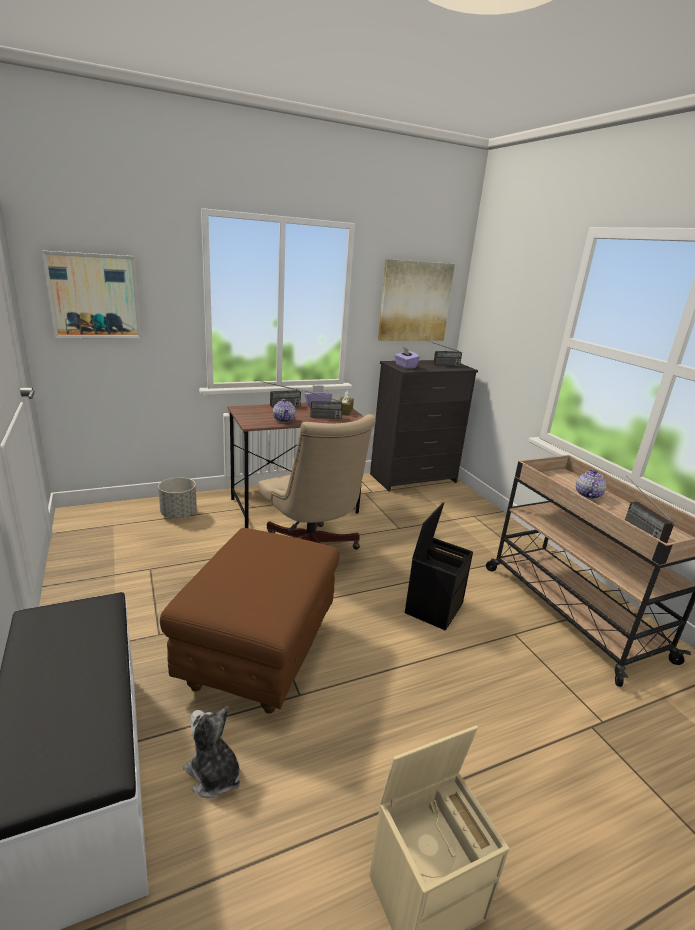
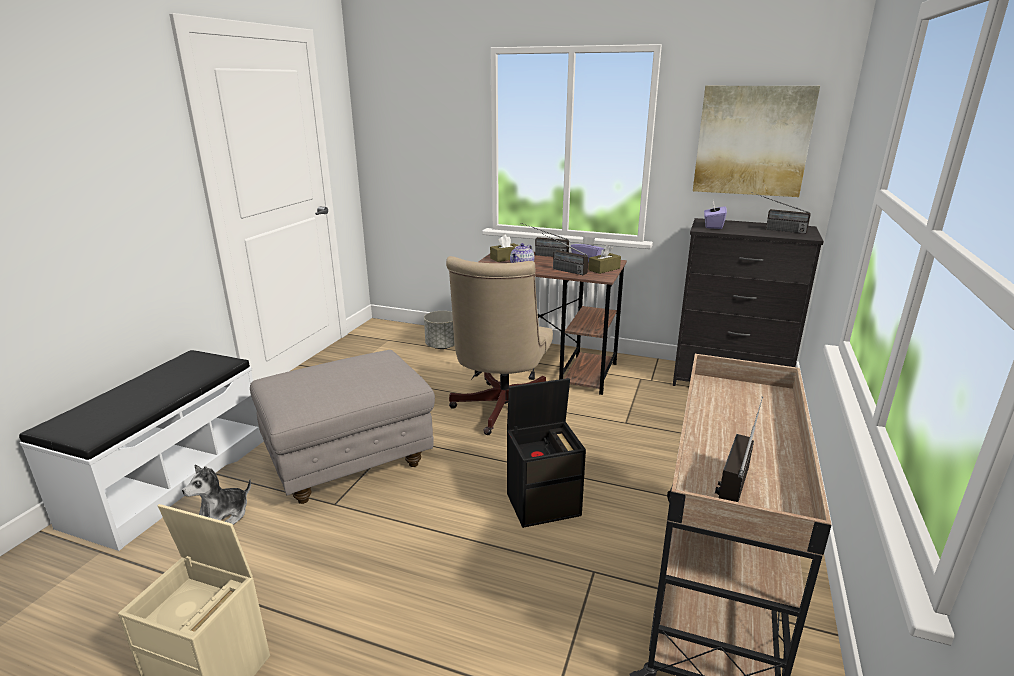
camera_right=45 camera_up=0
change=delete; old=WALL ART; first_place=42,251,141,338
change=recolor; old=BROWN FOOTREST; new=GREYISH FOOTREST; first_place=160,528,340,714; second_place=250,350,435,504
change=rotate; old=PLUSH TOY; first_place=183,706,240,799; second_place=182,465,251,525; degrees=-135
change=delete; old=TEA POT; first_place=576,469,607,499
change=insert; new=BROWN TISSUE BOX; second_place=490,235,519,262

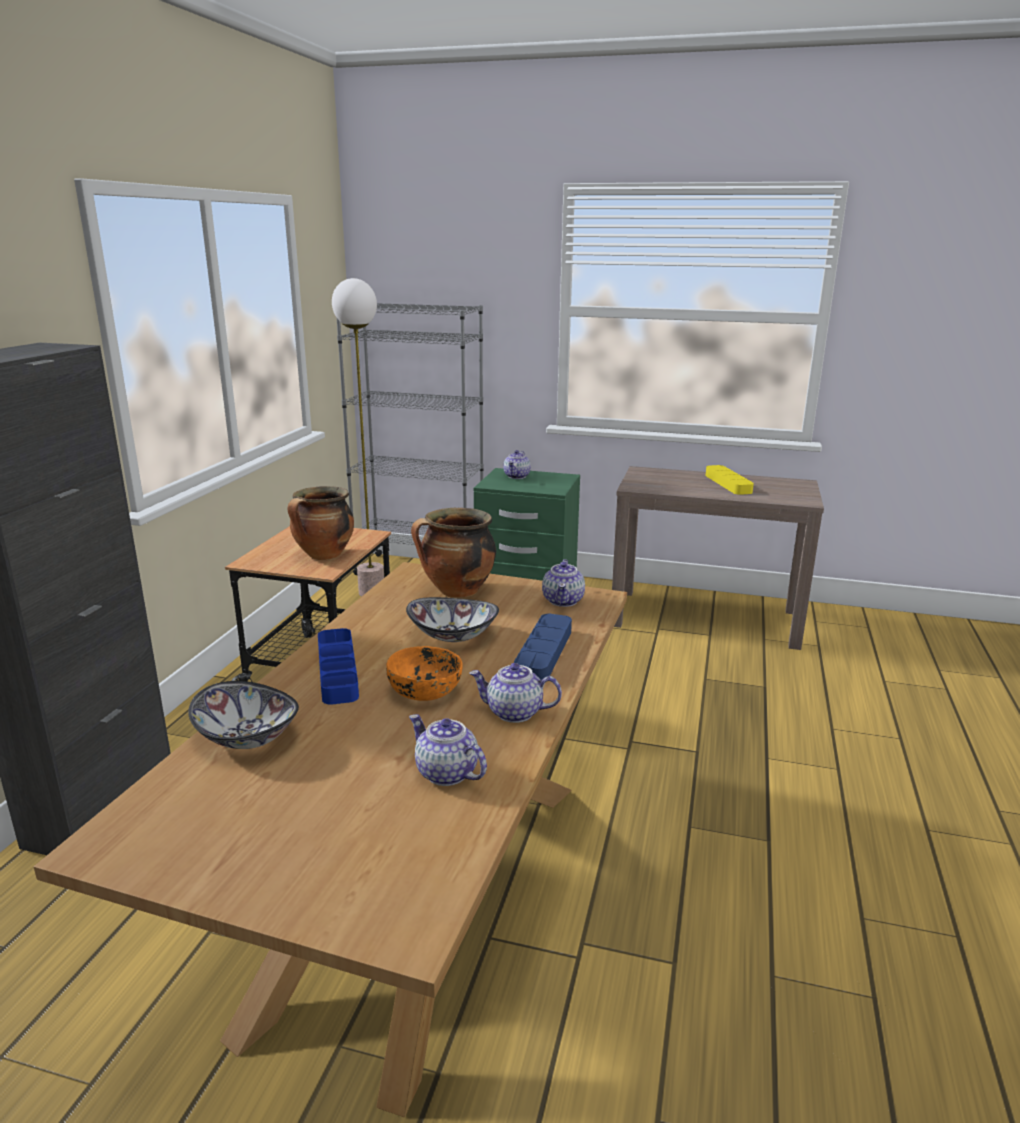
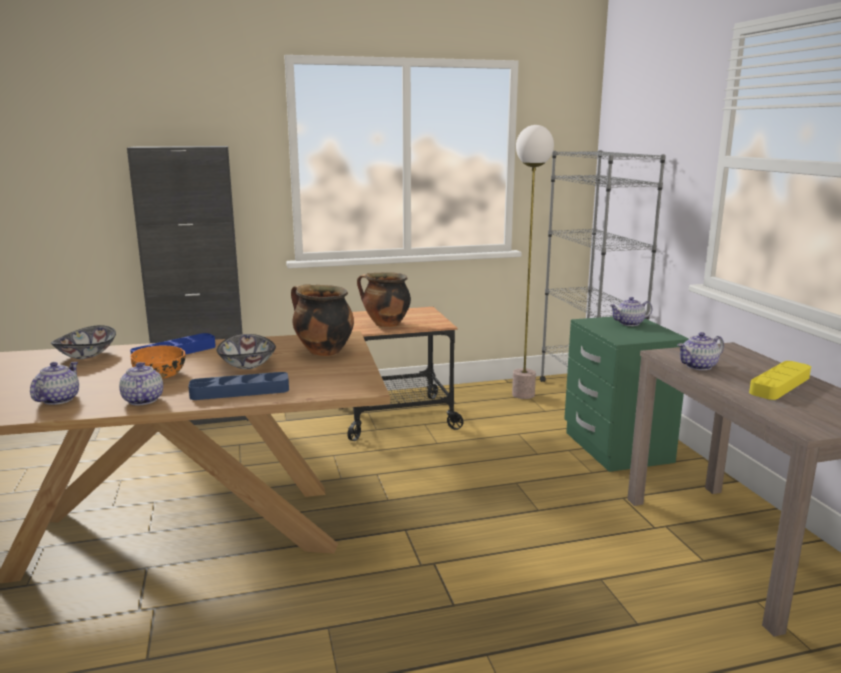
camera_right=60 camera_up=-5
change=move; old=TEA POT; first_place=542,559,585,607; second_place=677,332,724,370

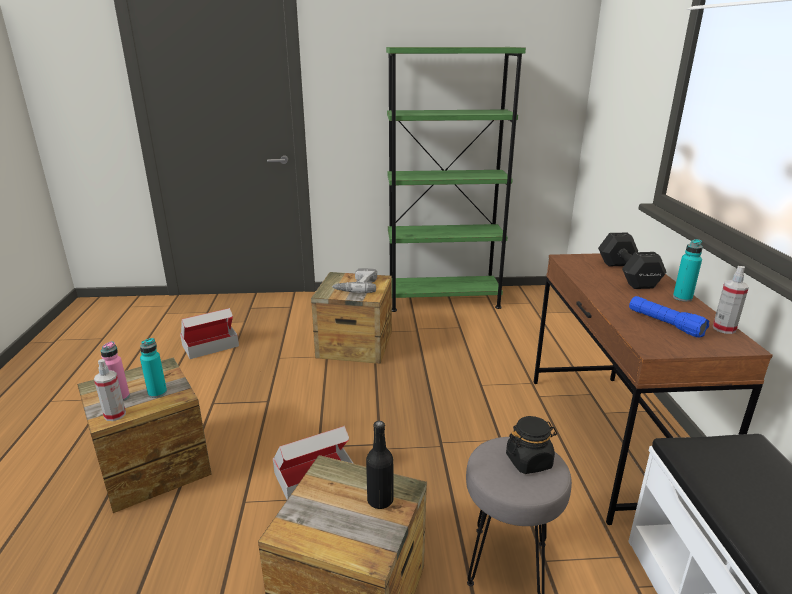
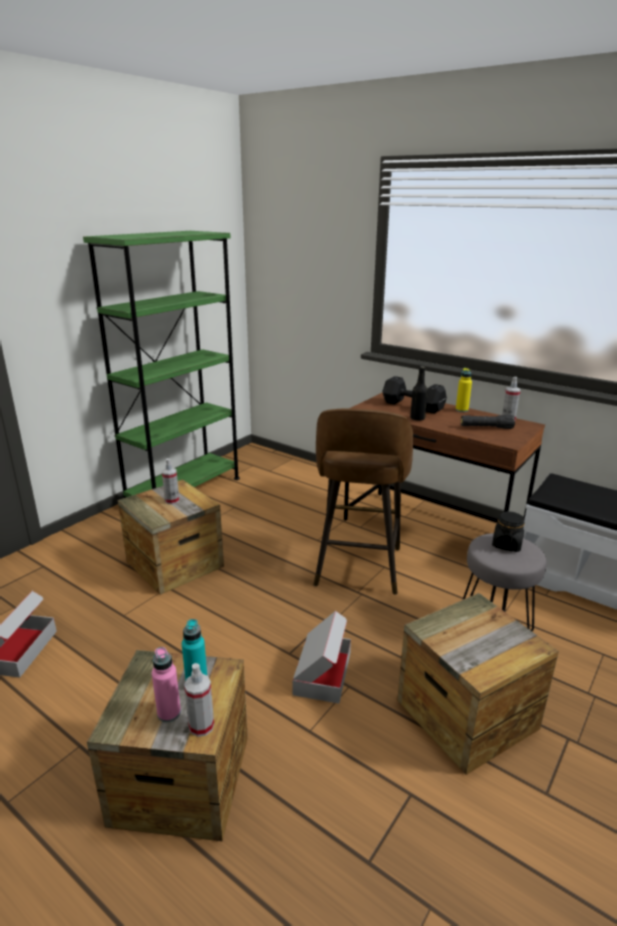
camera_right=-50 camera_up=0
change=replace; old=POWER DRILL; new=SPRAYER; first_place=332,268,377,293; second_place=162,458,179,504
change=move; old=BLACKISH BEVERAGE BOTTLE; first_place=366,421,393,509; second_place=410,366,428,421
change=recolor; old=BLUE-COLOURED FLASHLIGHT; new=BLACKISH FLASHLIGHT; first_place=629,296,709,338; second_place=461,415,515,429
change=recolor; old=TURQUOISE BEVERAGE BOTTLE; new=YELLOW BEVERAGE BOTTLE; first_place=673,239,703,302; second_place=456,368,472,412
change=insert; new=BROWN STOOL SEAT; second_place=313,408,413,595

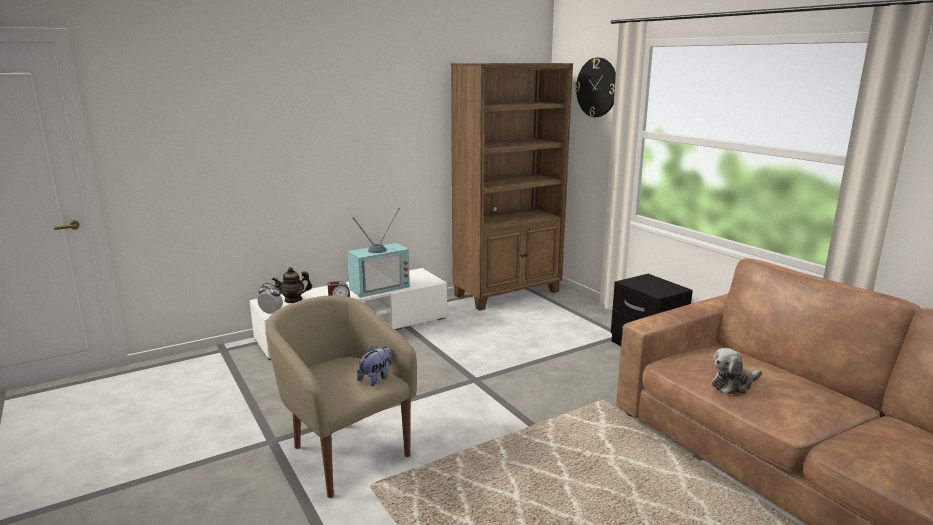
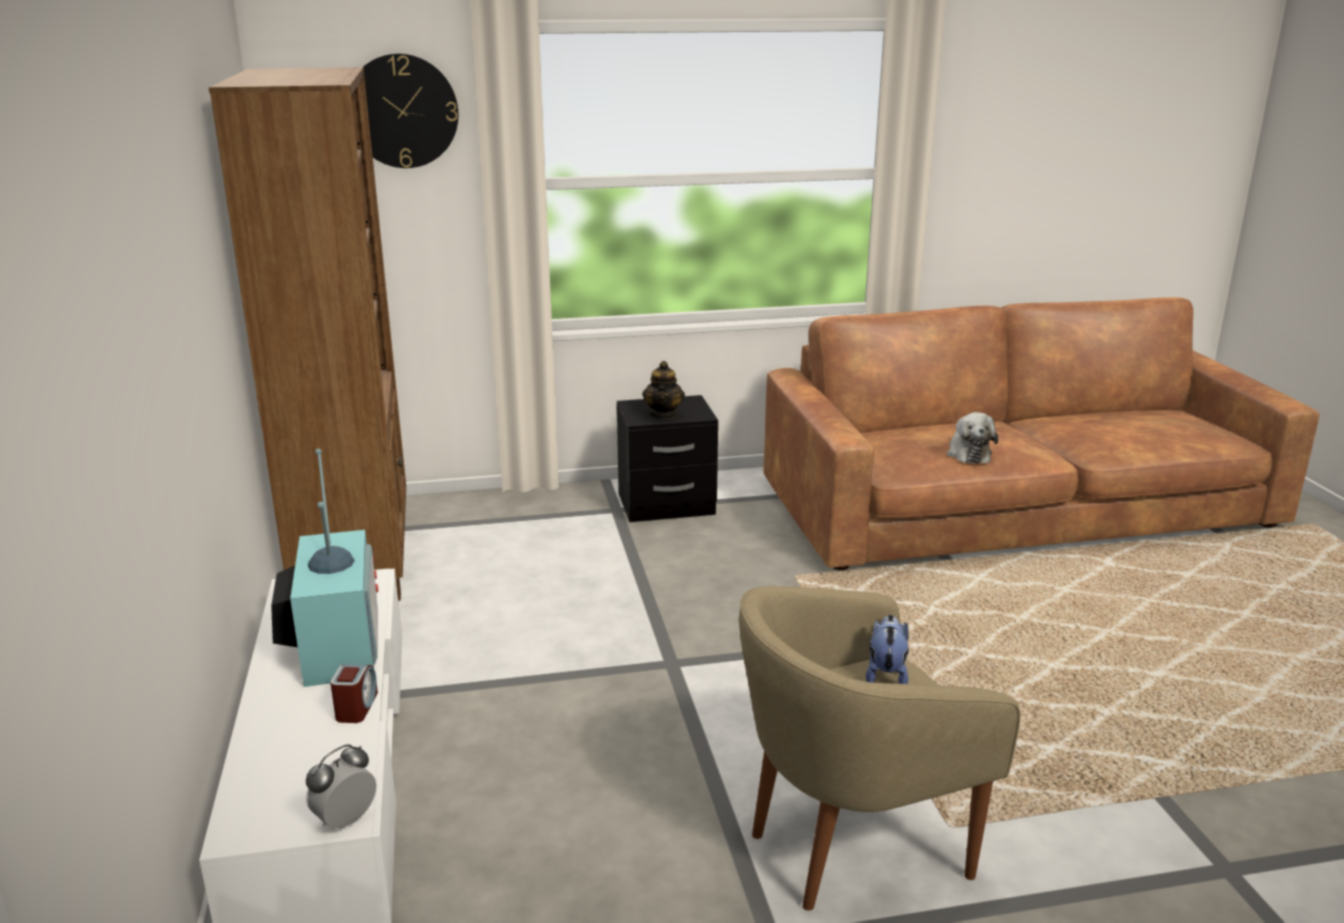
camera_right=-70 camera_up=5
change=move; old=TEA POT; first_place=272,267,312,303; second_place=642,361,685,419
change=rotate; old=PLUSH TOY; first_place=357,346,391,386; second_place=866,615,909,684; degrees=45

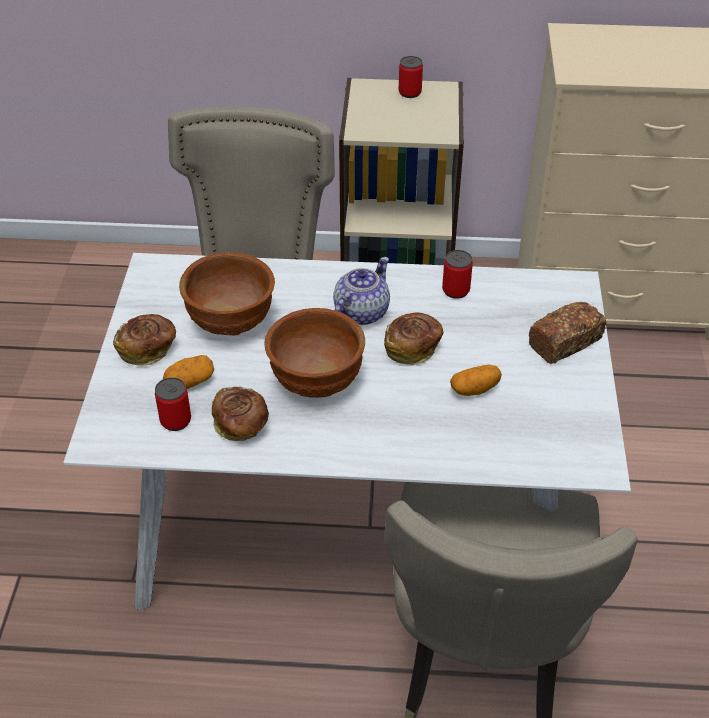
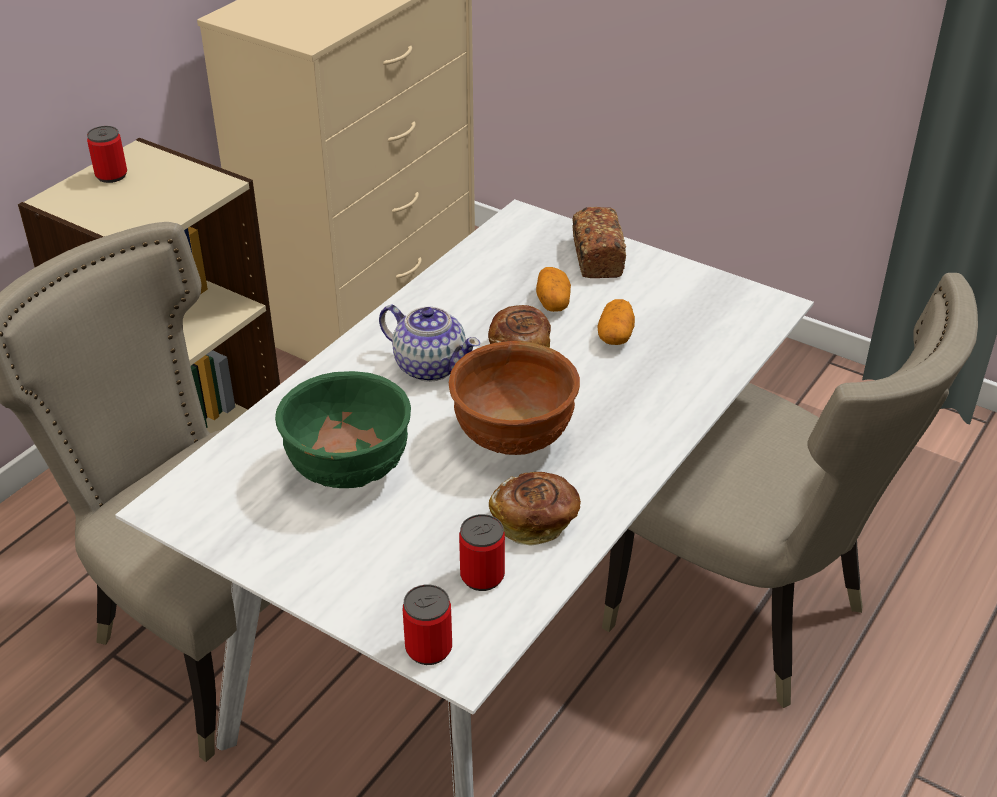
camera_right=-60 camera_up=-5
change=delete; old=BAKERY BREAD; first_place=113,314,176,366
change=move; old=SPUD; first_place=163,355,214,389; second_place=536,267,571,312
change=recolor; old=BROWN BOWL; new=GREEN-COLOURED BOWL; first_place=179,252,275,336; second_place=275,371,411,488
change=rotate; old=TEA POT; first_place=333,257,390,325; second_place=379,304,480,382; degrees=150
change=move; old=METAL CAN; first_place=442,250,473,299; second_place=403,585,452,665

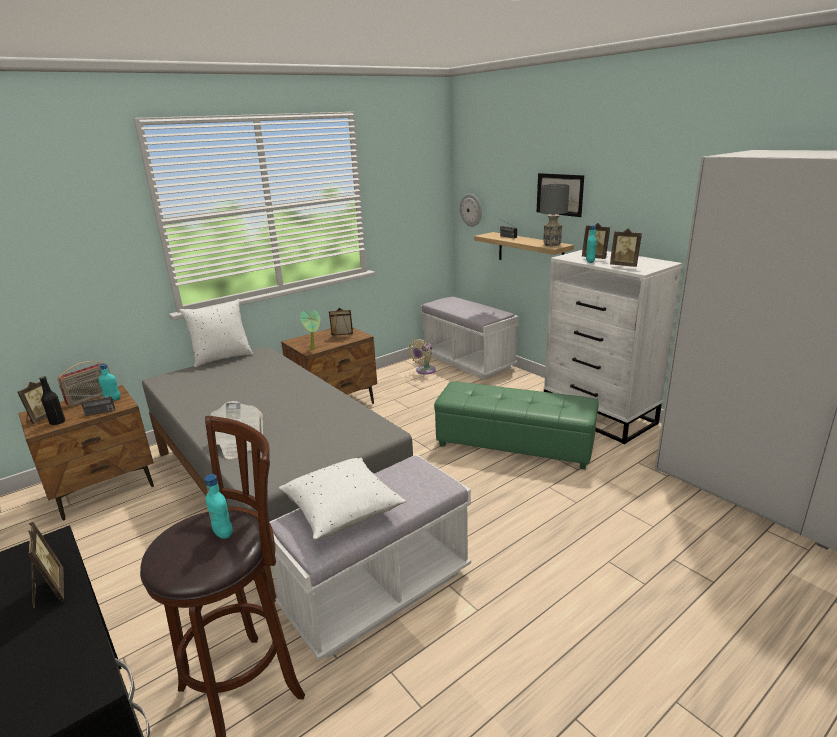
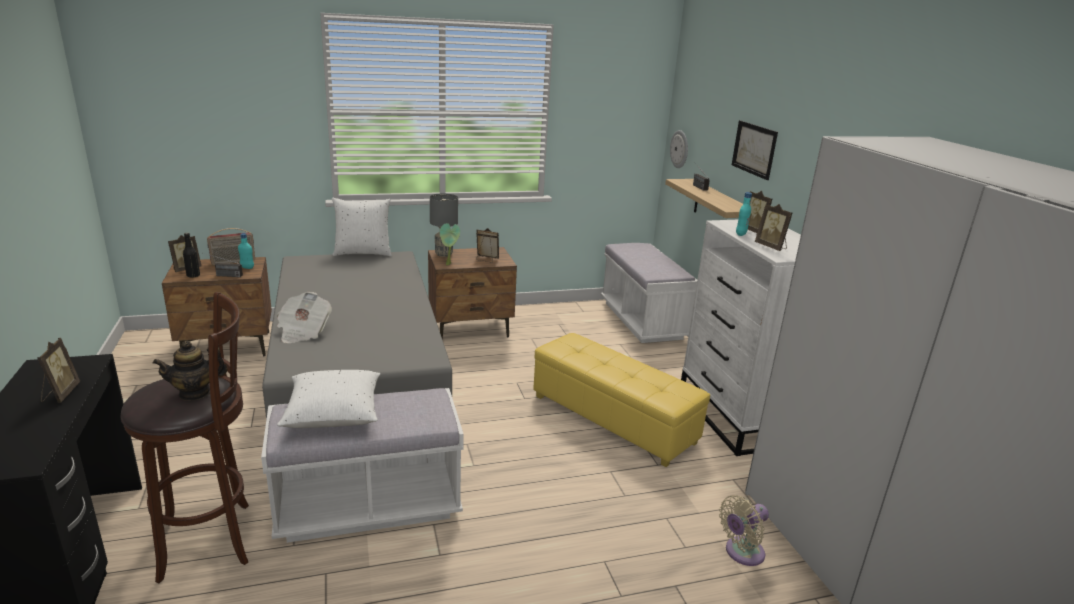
camera_right=20 camera_up=0
change=replace; old=TURQUOISE BEVERAGE BOTTLE; new=TEA POT; first_place=205,474,233,539; second_place=153,341,228,401
change=move; old=BEIGE-COLOURED ELECTRIC FAN; first_place=408,339,436,374; second_place=719,495,769,566
change=recolor; old=GREEN-COLOURED FOOTREST; new=YELLOW FOOTREST; first_place=434,381,599,469; second_place=533,333,710,467
change=move; old=GREYISH TABLETOP LAMP; first_place=540,184,569,246; second_place=430,193,458,257

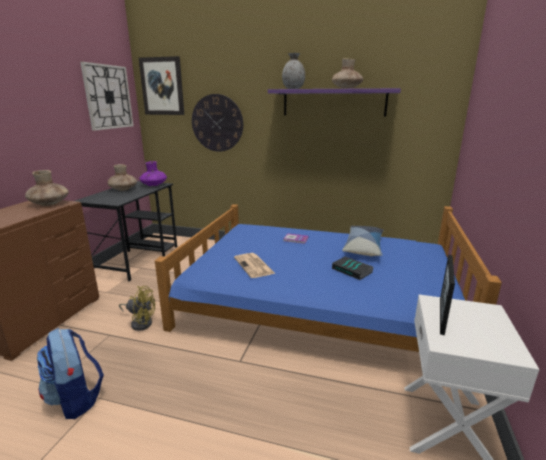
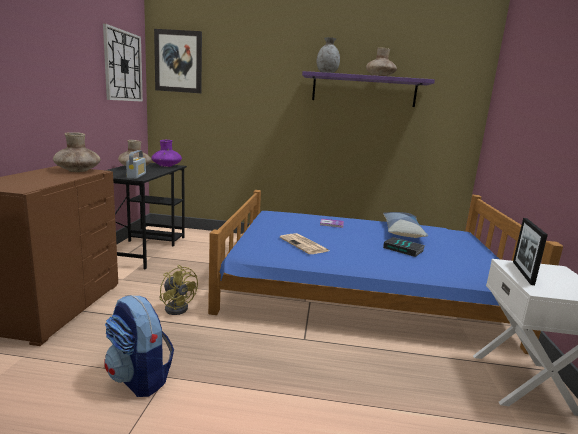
camera_right=-10 camera_up=-5
change=rotate; old=YELLOW ELECTRIC FAN; first_place=119,286,155,331; second_place=160,265,198,315; degrees=45
change=delete; old=HANGING CLOCK; first_place=192,94,243,152
change=insert; new=RADIO; second_place=126,150,146,179

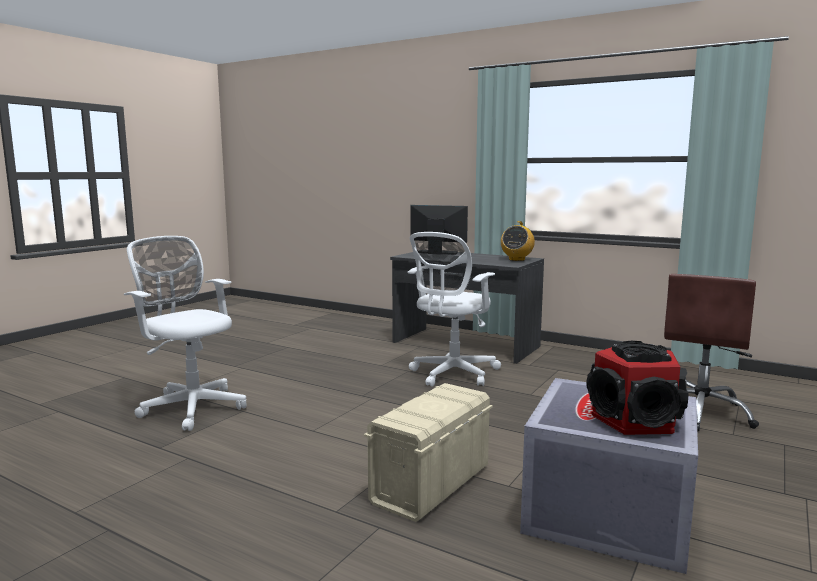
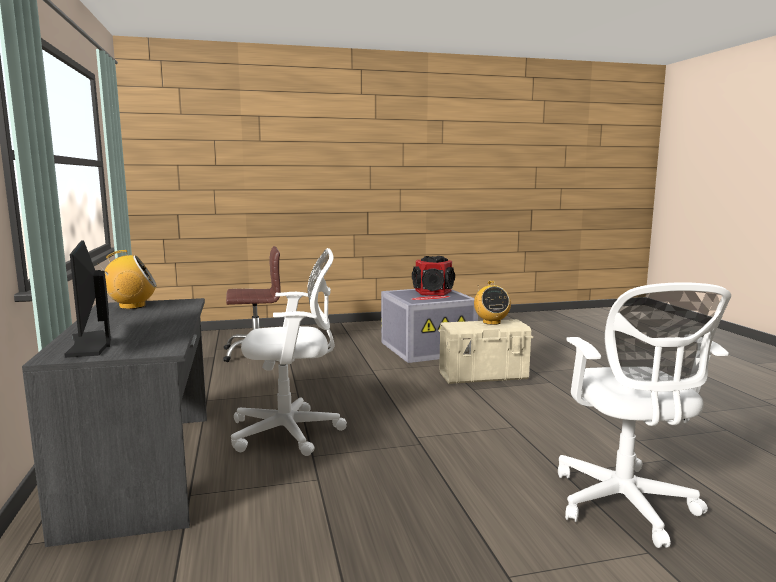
camera_right=-135 camera_up=0
change=insert; new=RADIO; second_place=474,281,511,325

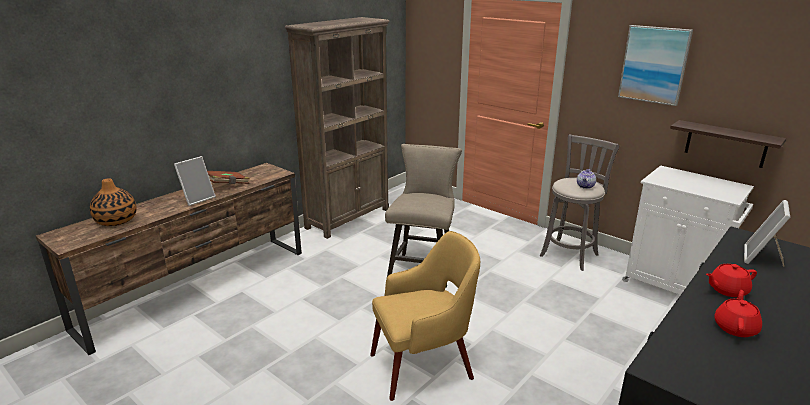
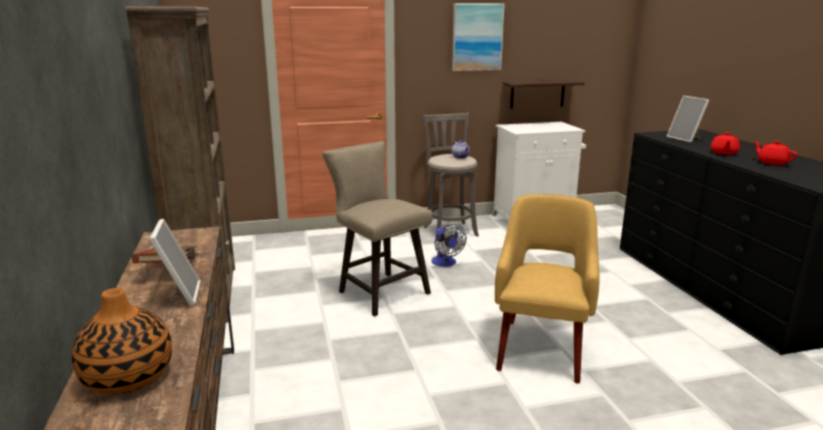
camera_right=-55 camera_up=-5
change=insert; new=ELECTRIC FAN; second_place=431,224,466,267

